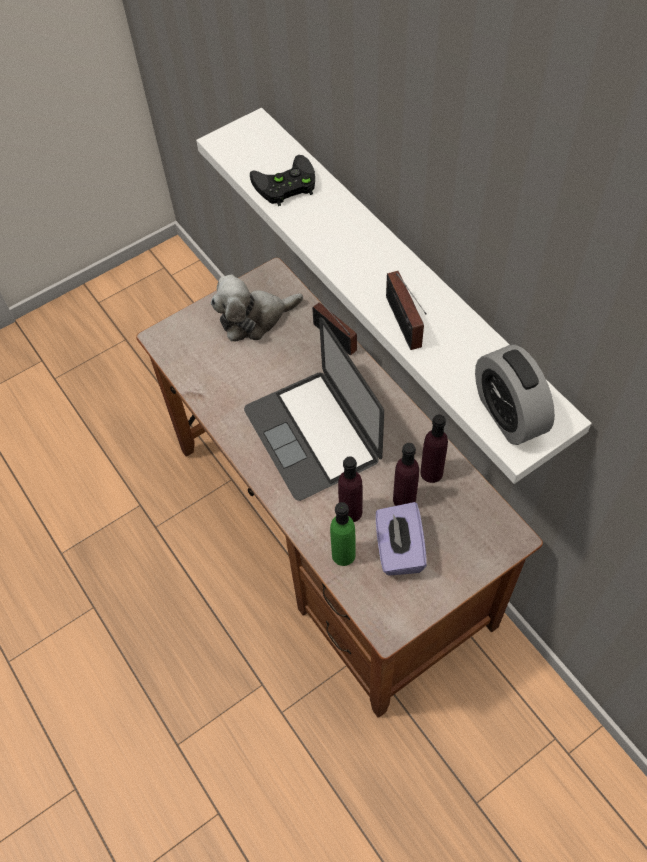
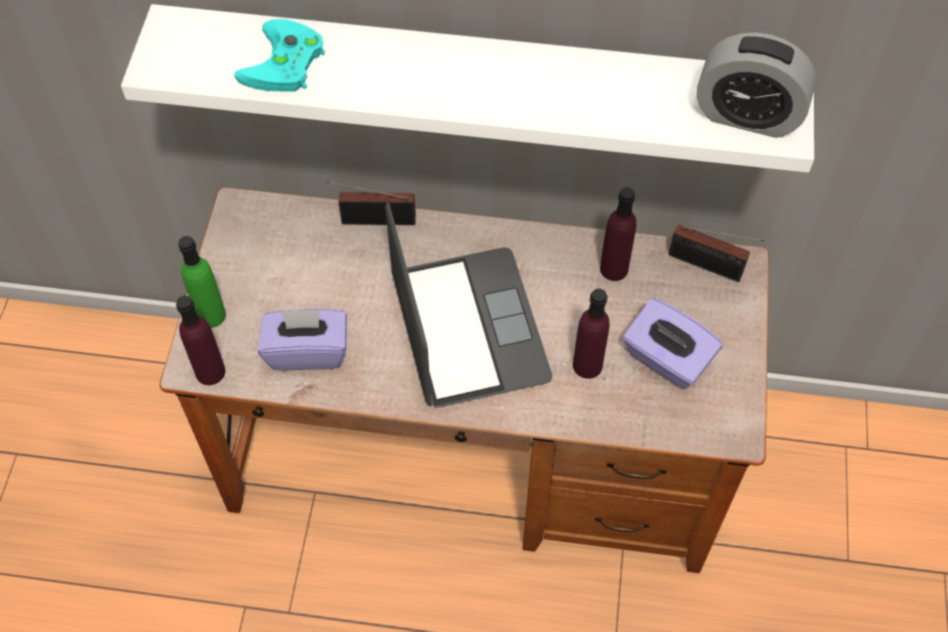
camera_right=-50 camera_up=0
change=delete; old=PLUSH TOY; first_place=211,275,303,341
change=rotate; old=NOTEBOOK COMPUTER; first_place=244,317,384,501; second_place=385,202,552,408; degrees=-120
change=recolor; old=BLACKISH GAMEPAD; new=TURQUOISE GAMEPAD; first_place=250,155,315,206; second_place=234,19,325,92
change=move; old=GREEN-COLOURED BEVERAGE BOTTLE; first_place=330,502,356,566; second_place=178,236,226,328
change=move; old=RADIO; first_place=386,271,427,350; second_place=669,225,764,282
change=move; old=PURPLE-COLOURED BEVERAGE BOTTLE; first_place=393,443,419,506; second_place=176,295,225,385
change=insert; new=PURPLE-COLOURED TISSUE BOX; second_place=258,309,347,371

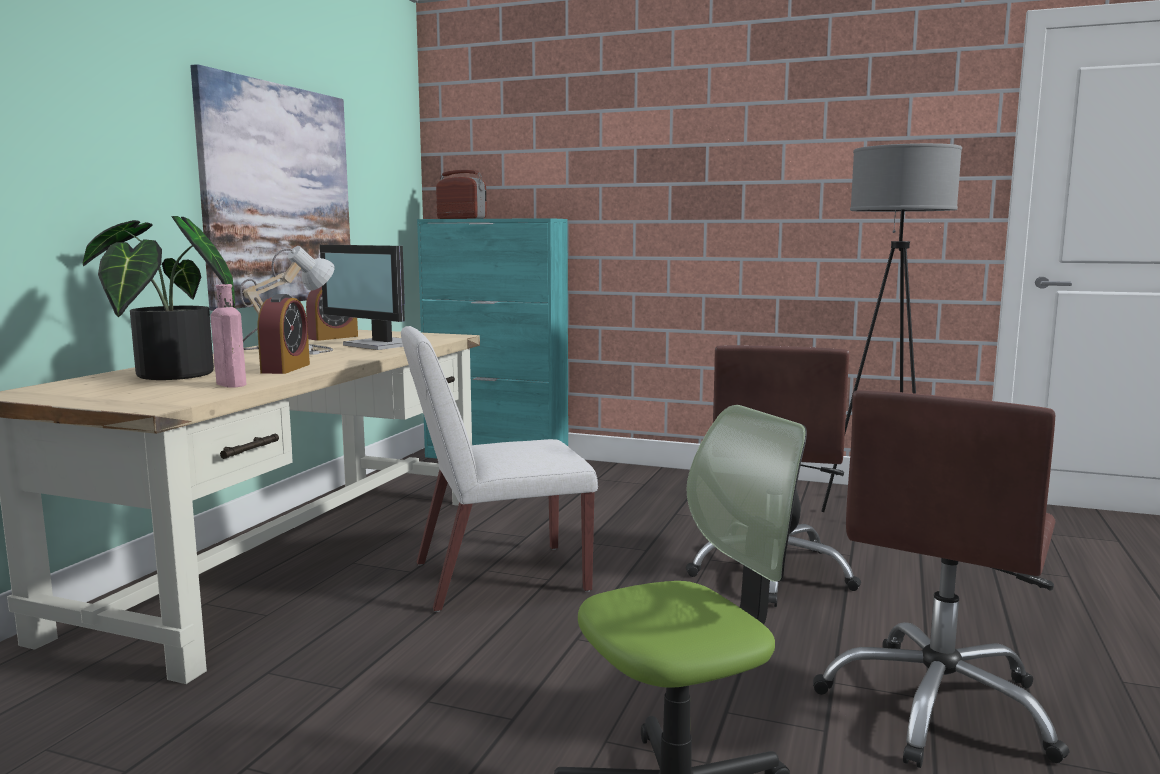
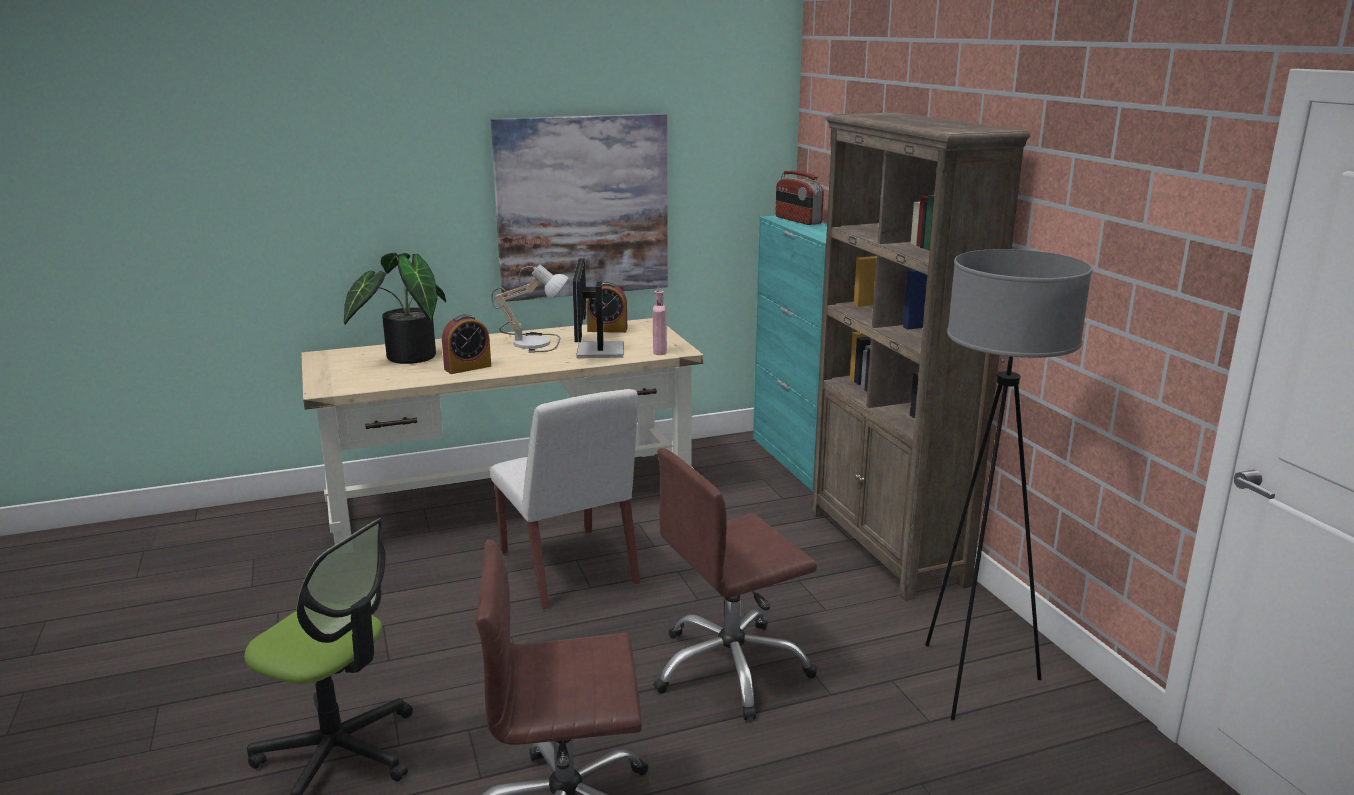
camera_right=50 camera_up=10
change=move; old=PINK-COLOURED BEVERAGE BOTTLE; first_place=211,284,246,388; second_place=653,290,667,355
change=rotate; old=WHITE CHAIR; first_place=401,326,598,612; second_place=491,389,640,610; degrees=-150
change=rotate; old=RADIO; first_place=436,170,487,219; second_place=775,171,824,225; degrees=150
change=insert; new=BROWN BOOKSHELF; second_place=811,112,1030,601

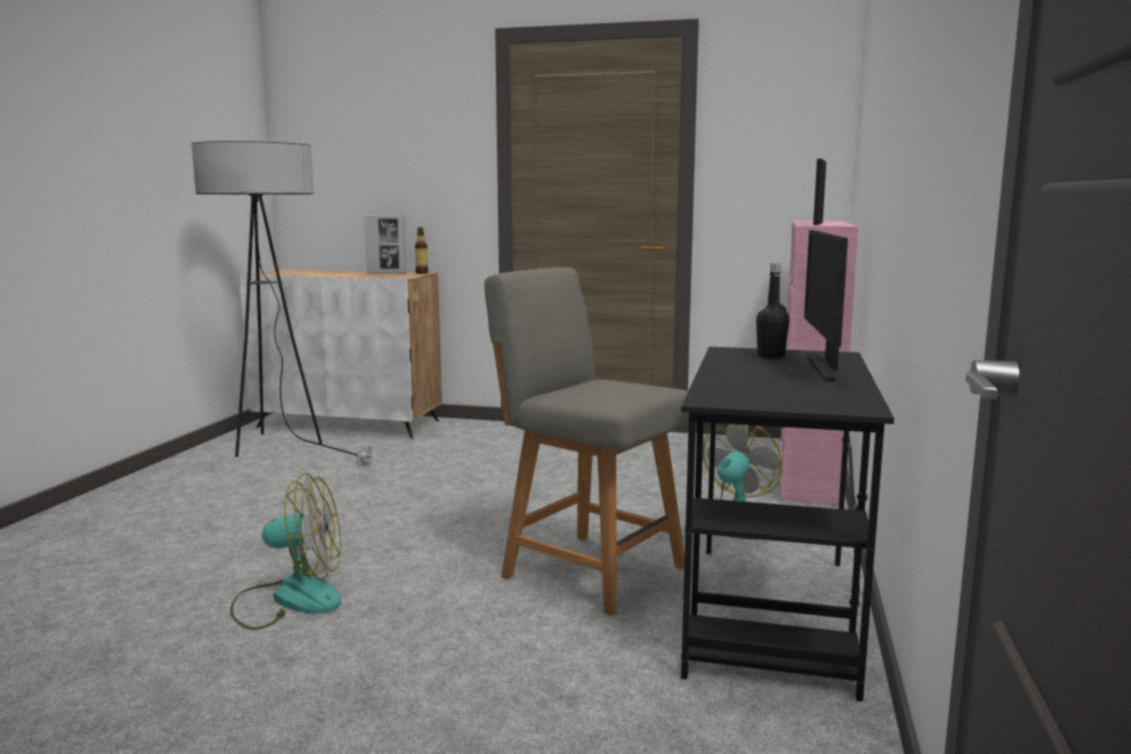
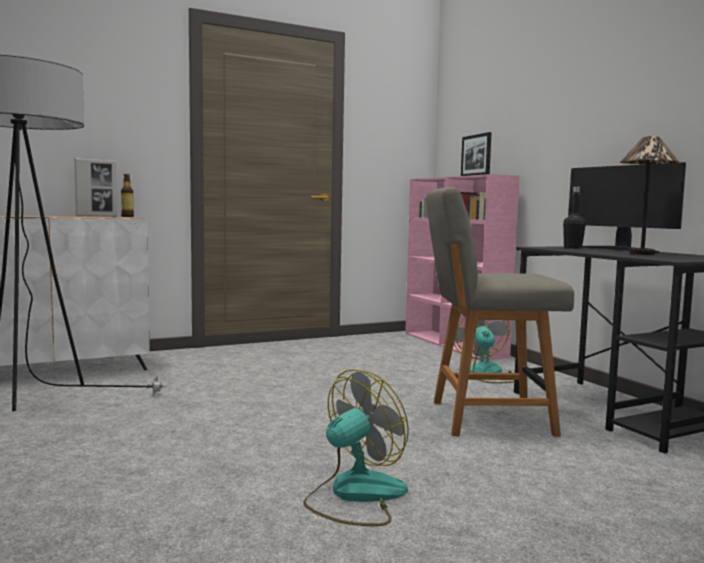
camera_right=-40 camera_up=-5
change=insert; new=TABLETOP LAMP; second_place=620,136,679,255

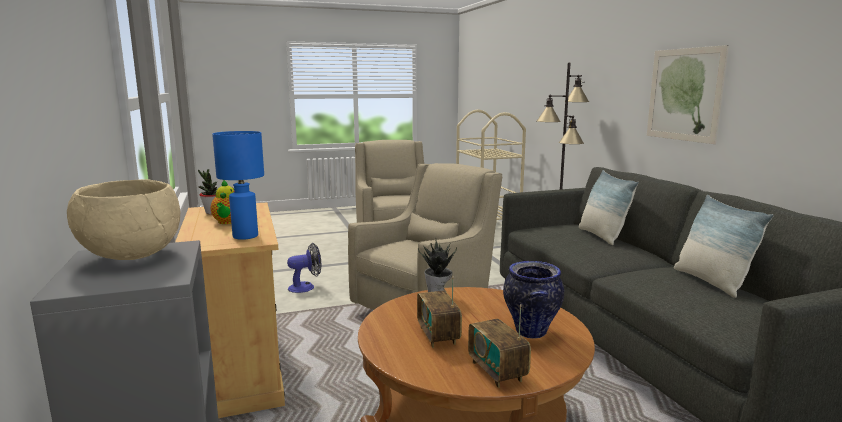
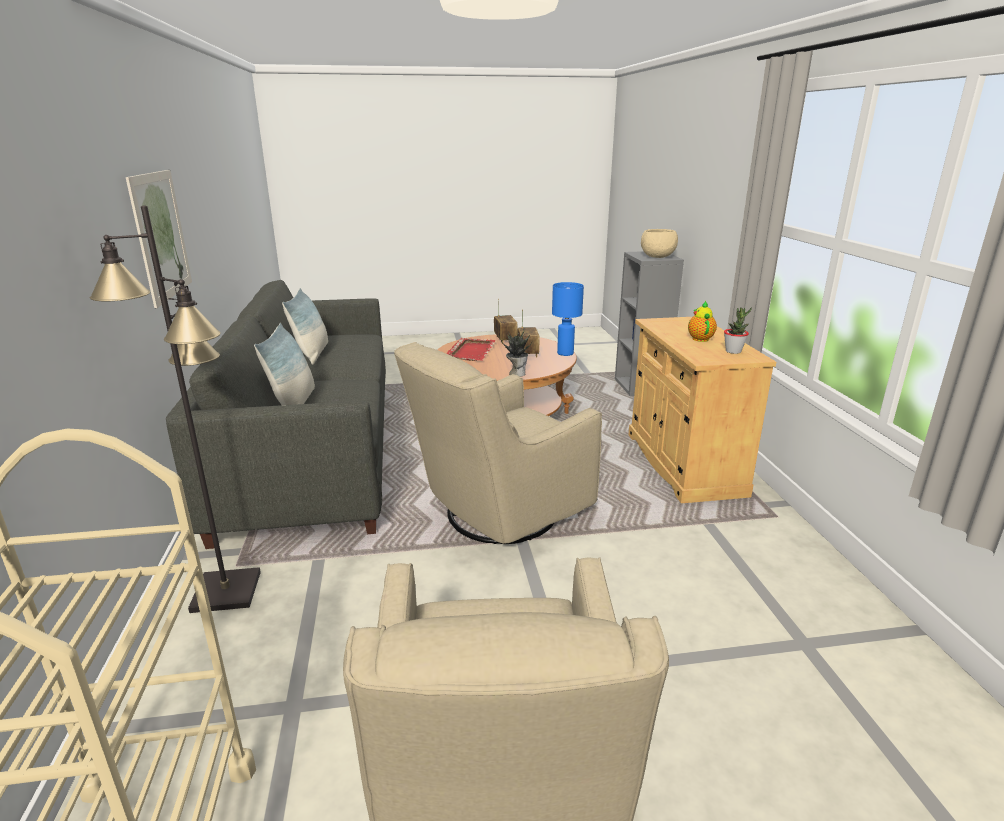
camera_right=-170 camera_up=10
change=move; old=BLUE-COLOURED TABLETOP LAMP; first_place=212,131,264,240; second_place=552,282,584,356
change=delete; old=ELECTRIC FAN; first_place=287,243,321,293
change=replace; old=FLOWER VASE; new=RED-COLOURED CARRYING TRAY; first_place=503,261,564,339; second_place=446,338,496,361

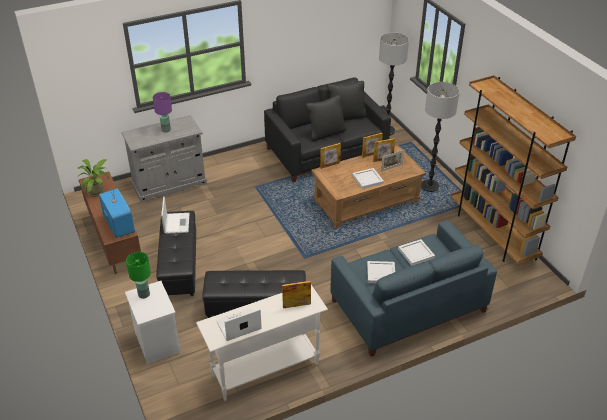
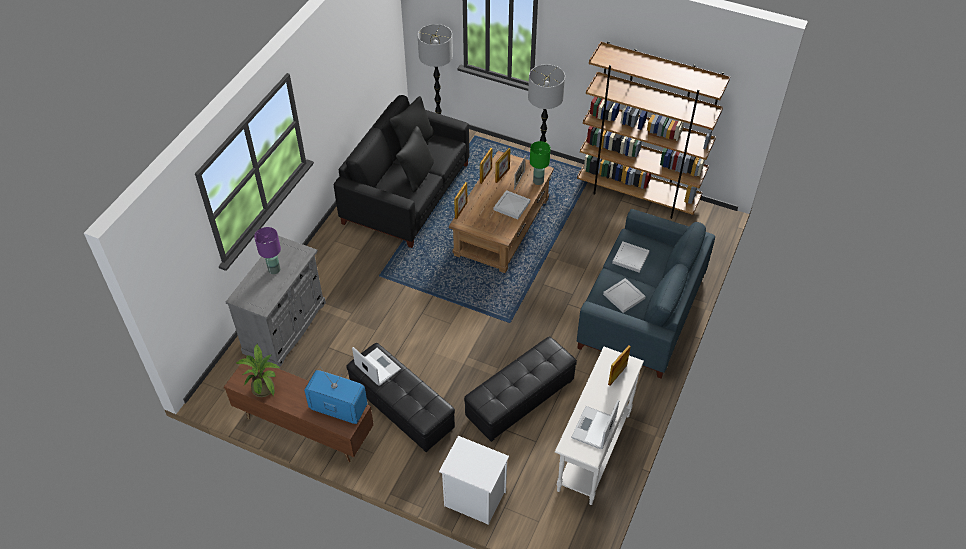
camera_right=-40 camera_up=10
change=move; old=GREEN-COLOURED TABLETOP LAMP; first_place=126,252,151,299; second_place=530,141,551,185

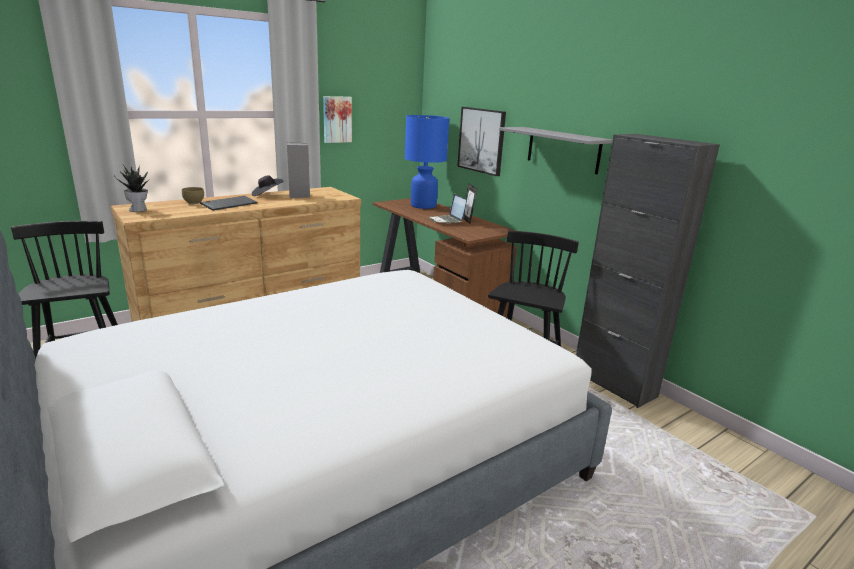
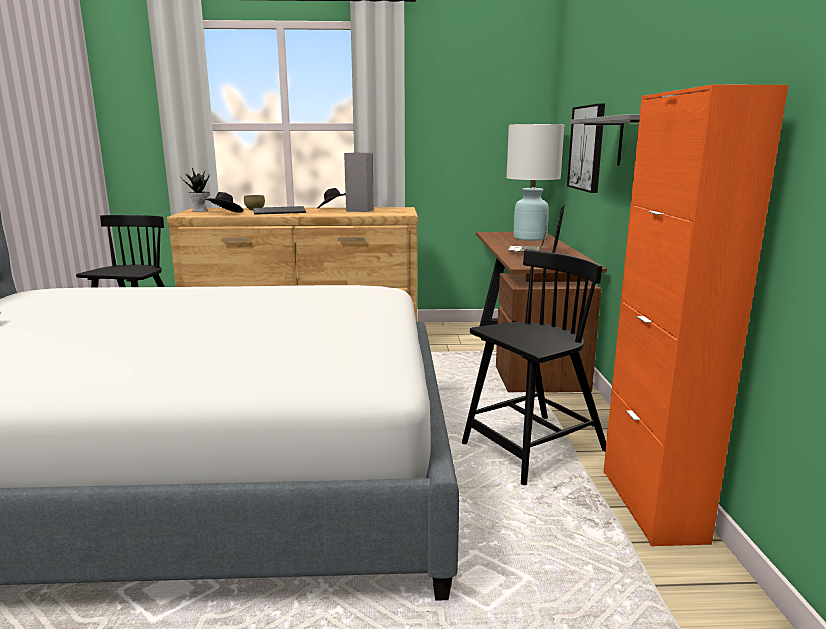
camera_right=35 camera_up=-5
change=delete; old=WALL ART; first_place=323,96,352,143
change=recolor; old=BLUE-COLOURED TABLETOP LAMP; new=WHITE TABLETOP LAMP; first_place=405,115,449,209; second_place=506,124,564,241
change=recolor; old=BLACKISH CUPBOARD; new=ORANGE-COLOURED CUPBOARD; first_place=576,134,720,408; second_place=603,84,788,546
change=insert; new=BLACKISH CLOTHING HAT; second_place=205,192,243,213

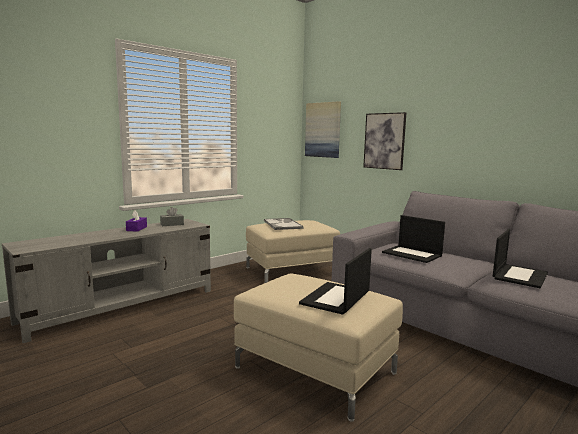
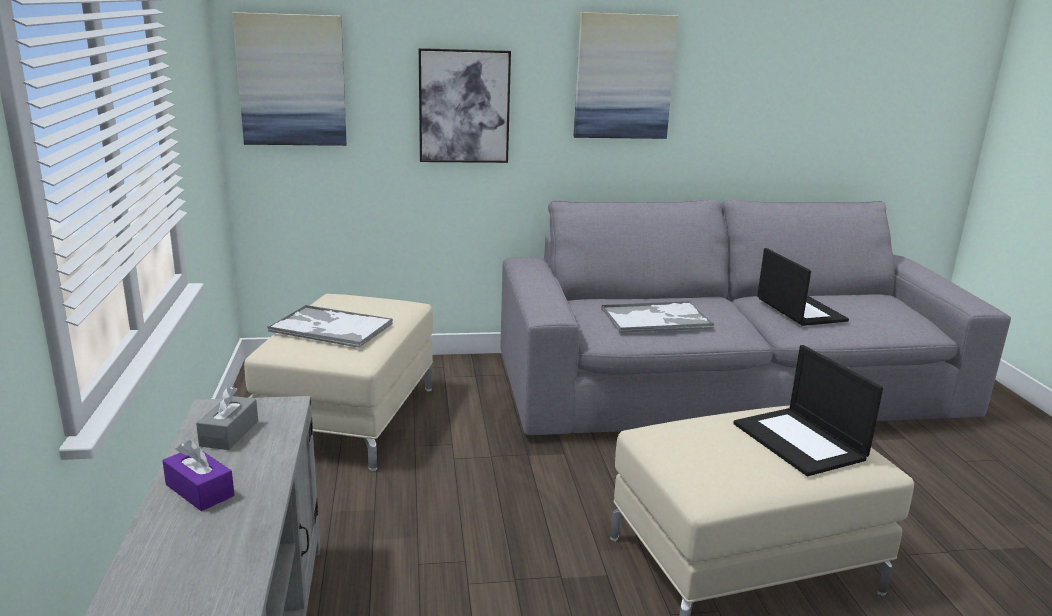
camera_right=-55 camera_up=10
change=replace; old=NOTEBOOK COMPUTER; new=CARRYING TRAY; first_place=382,215,445,263; second_place=601,301,714,333
change=insert; new=WALL ART; second_place=574,12,678,139

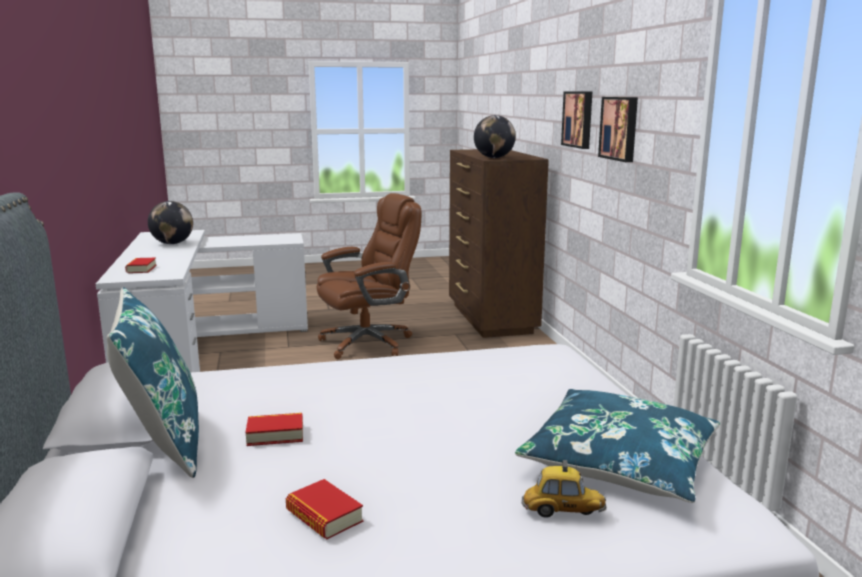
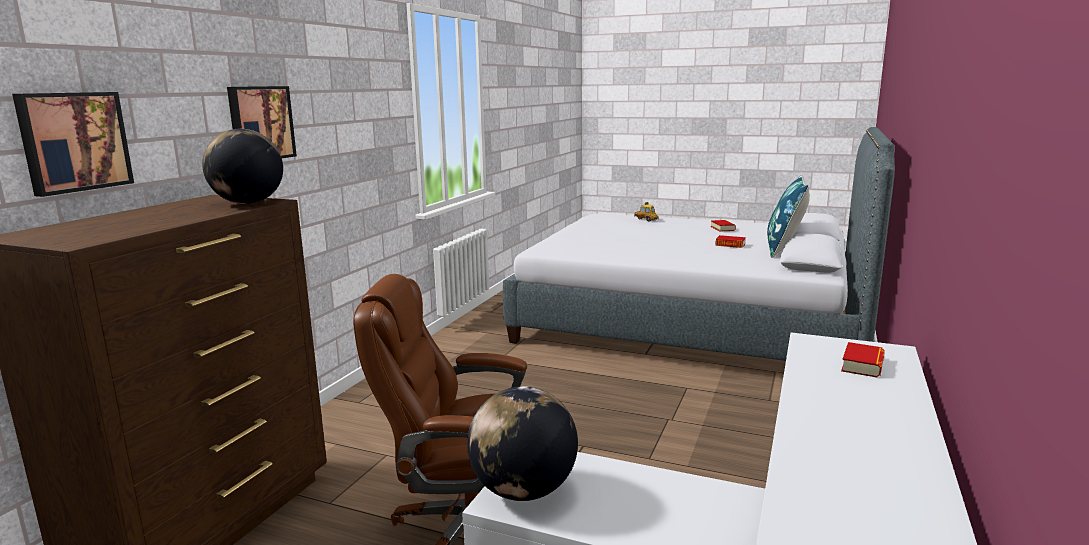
camera_right=-145 camera_up=0
change=move; old=DESK GLOBE; first_place=148,201,193,244; second_place=467,386,578,501
change=delete; old=BLUE-COLOURED PILLOW; first_place=515,389,720,503
change=move; old=WALL ART; first_place=598,97,638,162; second_place=12,92,134,197

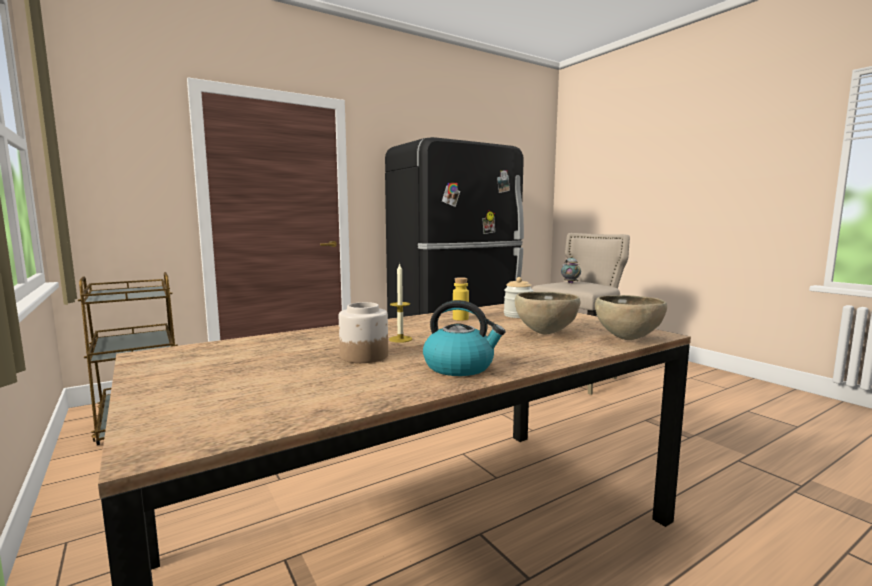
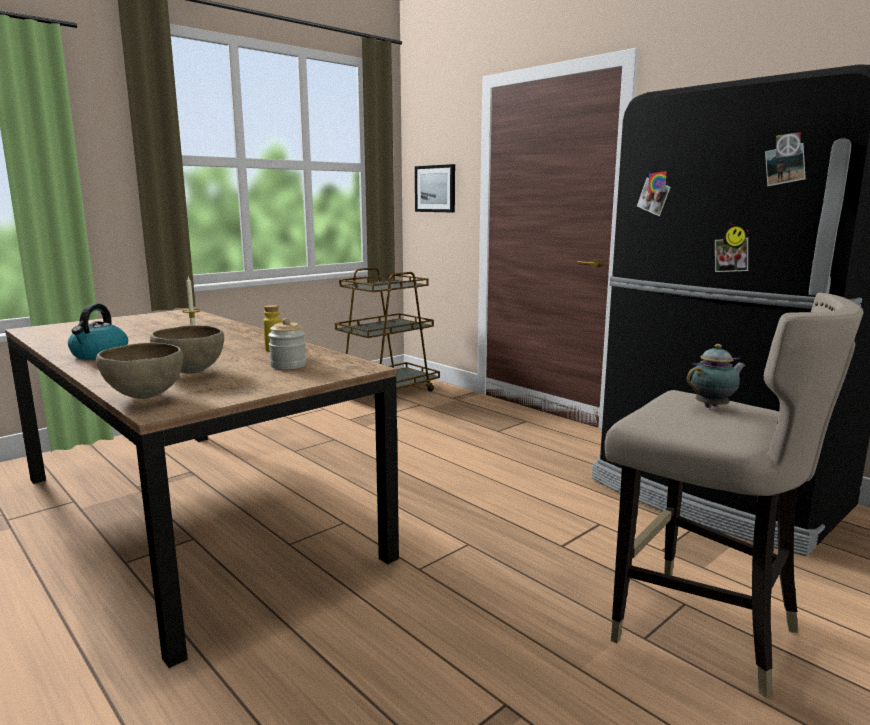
camera_right=80 camera_up=5
change=delete; old=JAR; first_place=339,302,388,363
change=insert; new=WALL ART; second_place=415,164,455,212

